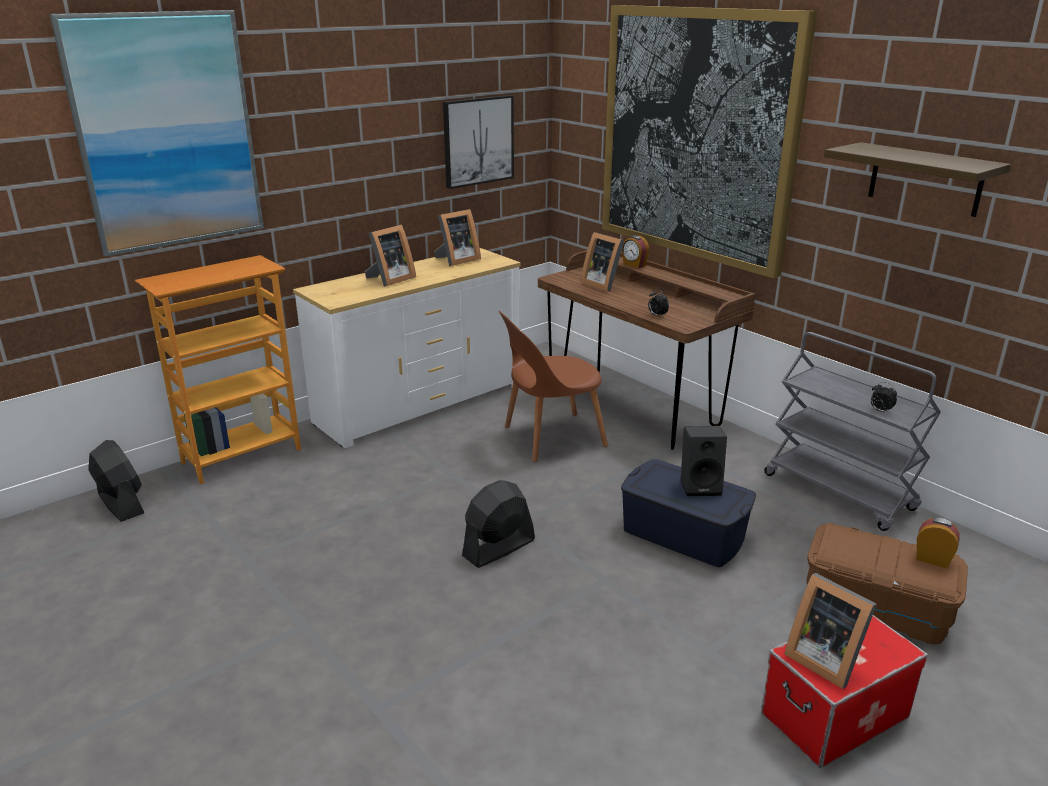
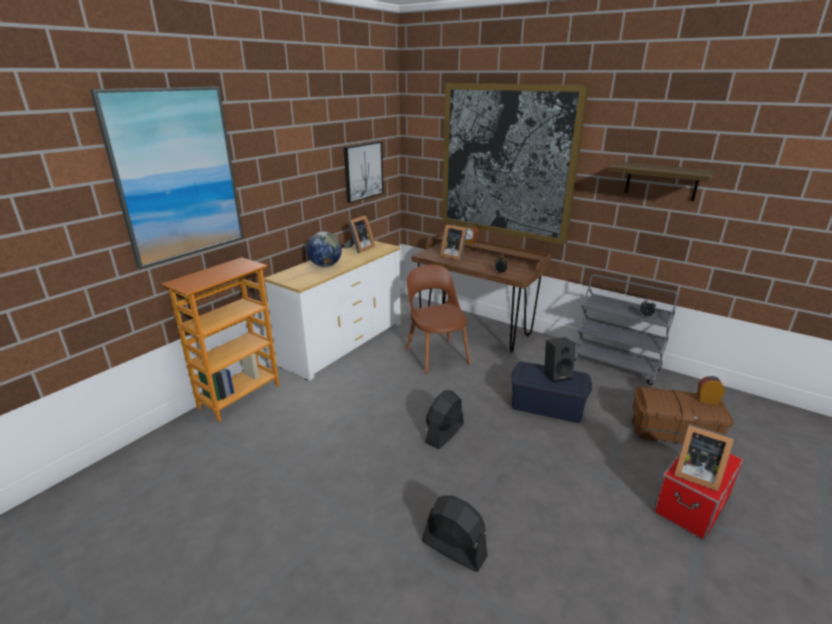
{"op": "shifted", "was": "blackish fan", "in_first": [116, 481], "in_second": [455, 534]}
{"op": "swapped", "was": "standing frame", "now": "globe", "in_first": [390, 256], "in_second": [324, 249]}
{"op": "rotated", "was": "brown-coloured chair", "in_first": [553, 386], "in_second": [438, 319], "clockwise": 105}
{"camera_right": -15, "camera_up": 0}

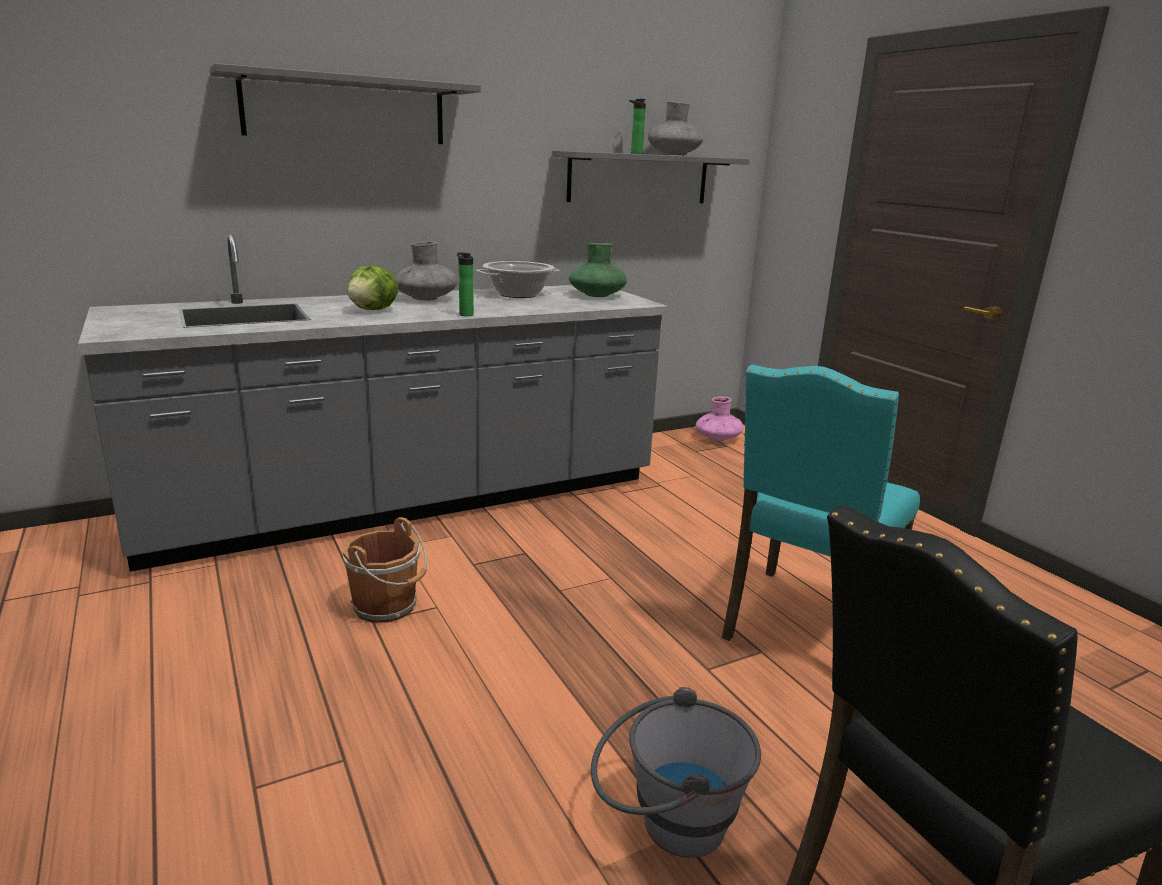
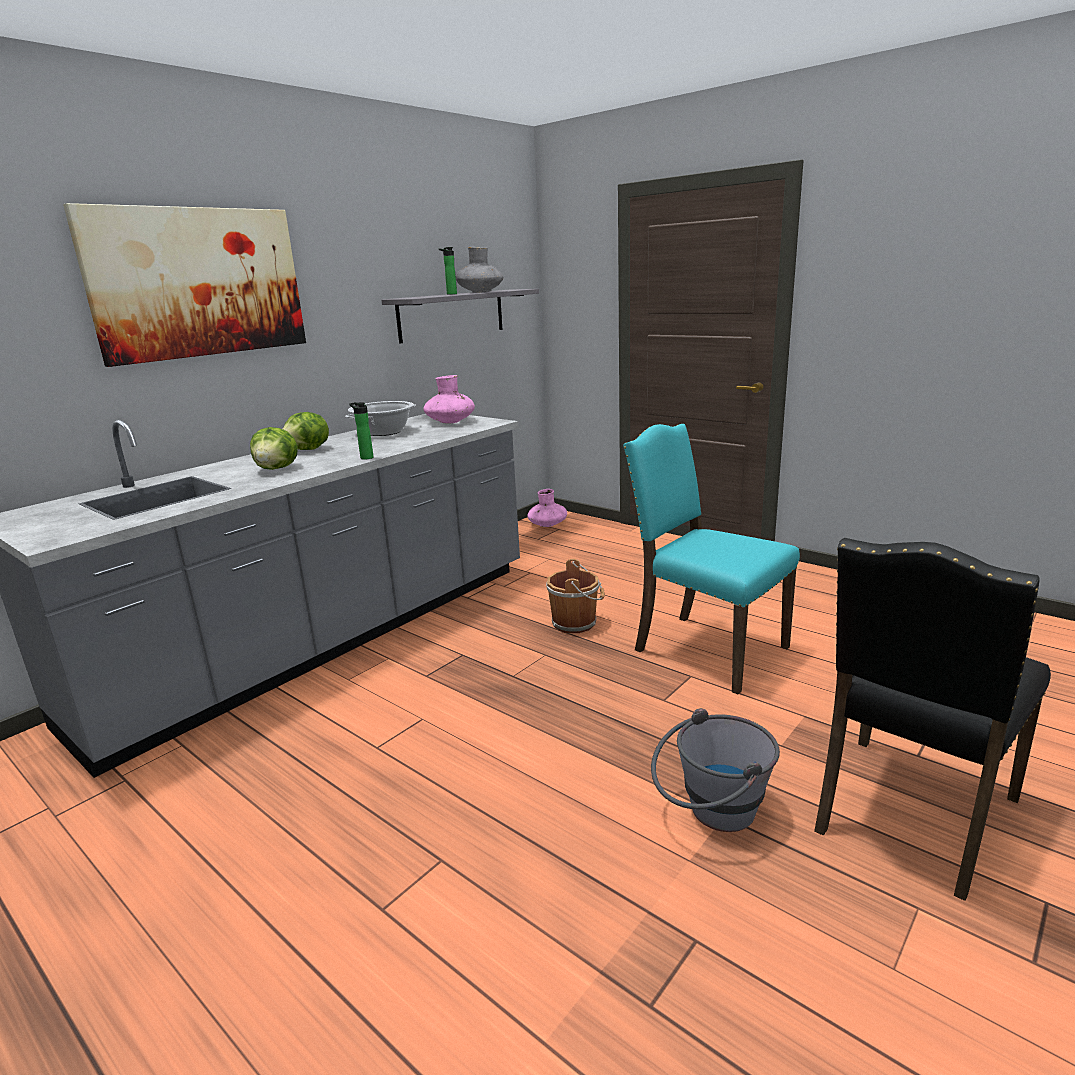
{"op": "swapped", "was": "gray shelf", "now": "wall art", "in_first": [345, 103], "in_second": [184, 285]}
{"op": "shifted", "was": "brown-coloured pail", "in_first": [385, 570], "in_second": [575, 596]}
{"op": "swapped", "was": "gray decorative vase", "now": "lettuce head", "in_first": [426, 270], "in_second": [305, 431]}
{"op": "repainted", "was": "green decorative vase", "now": "pink-coloured decorative vase", "in_first": [598, 270], "in_second": [449, 399]}
{"op": "rotated", "was": "blue-green chair", "in_first": [821, 503], "in_second": [711, 559], "clockwise": 120}
{"camera_right": -20, "camera_up": 0}

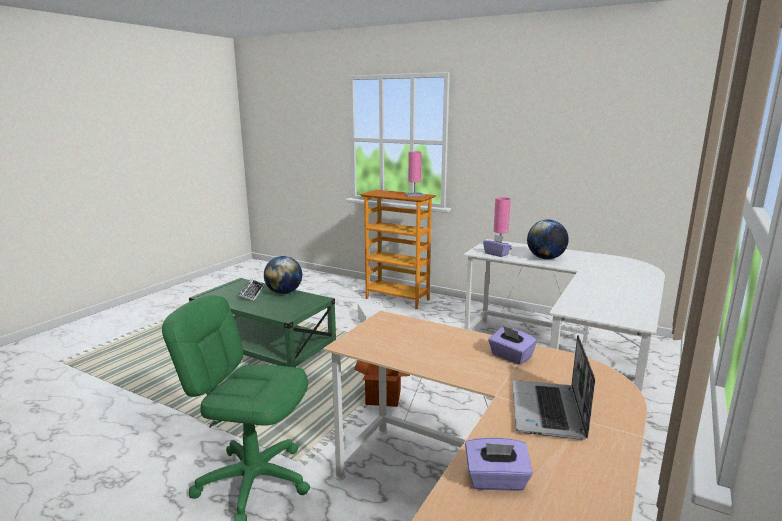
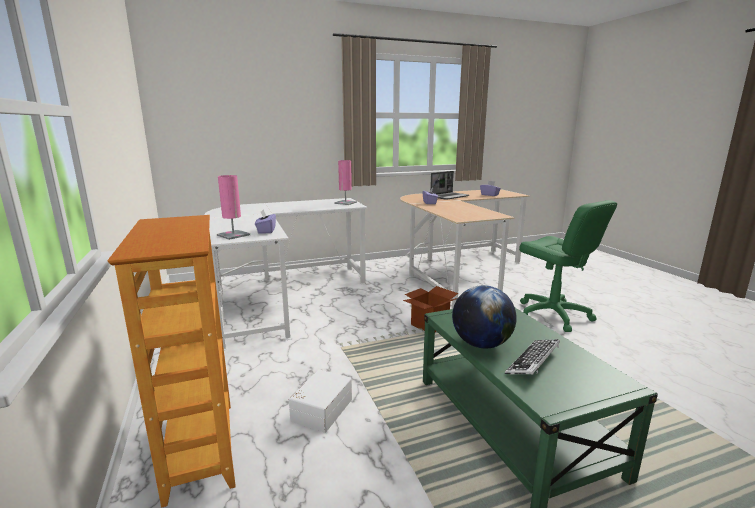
{"op": "shifted", "was": "pink-coloured tabletop lamp", "in_first": [414, 174], "in_second": [345, 182]}
{"op": "gone", "was": "globe", "in_first": [548, 239]}
{"camera_right": -140, "camera_up": 0}

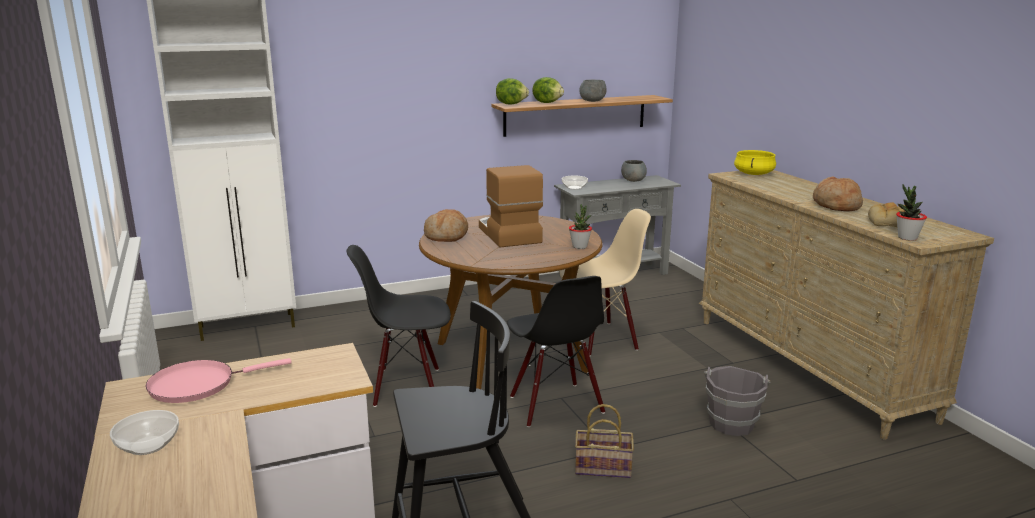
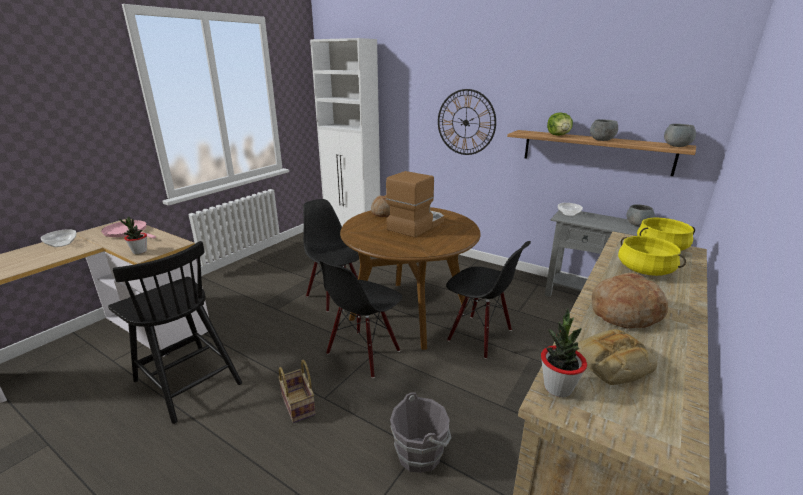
{"op": "gone", "was": "lettuce head", "in_first": [512, 91]}
{"op": "repainted", "was": "sand-coloured chair", "now": "blackish chair", "in_first": [605, 282], "in_second": [488, 300]}
{"op": "shifted", "was": "potted plant", "in_first": [580, 226], "in_second": [133, 235]}
{"op": "new", "now": "clock on the wall", "in_second": [467, 122]}
{"op": "new", "now": "yellowish stockpot", "in_second": [652, 256]}
{"op": "new", "now": "gray bowl", "in_second": [680, 135]}
{"camera_right": 55, "camera_up": 5}

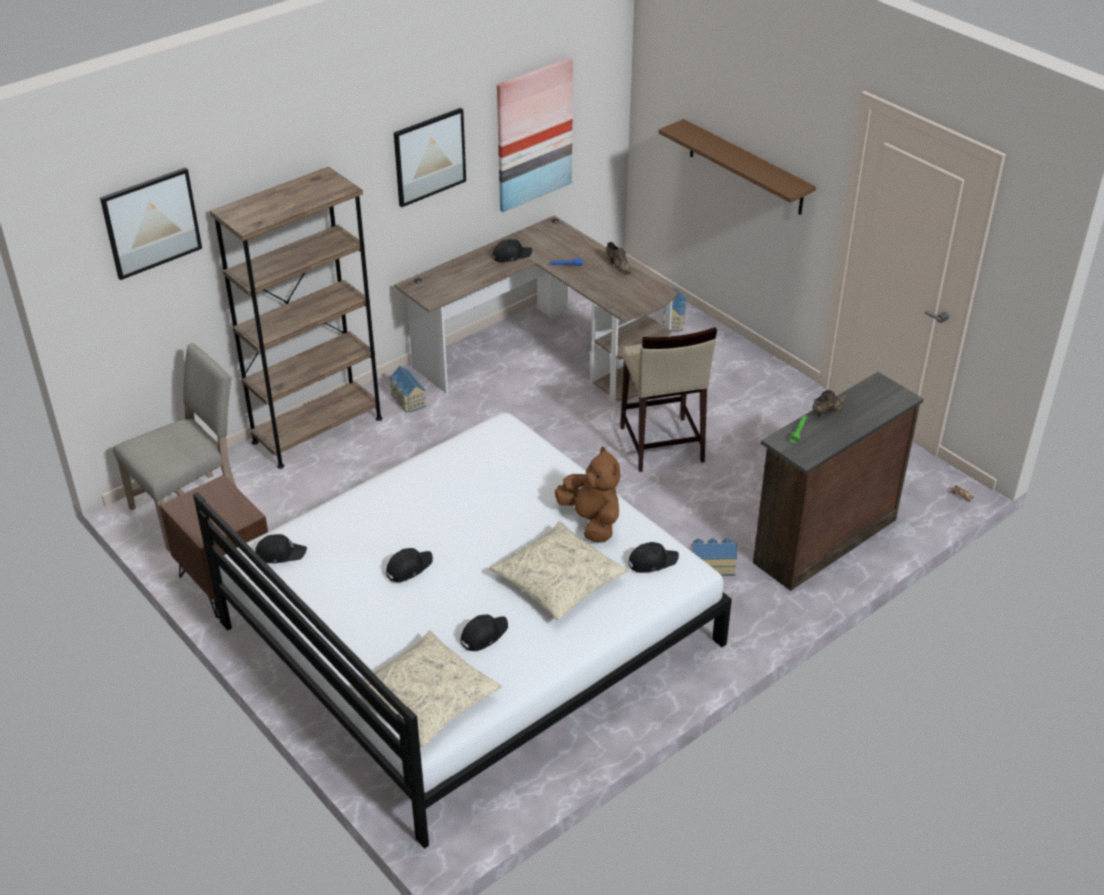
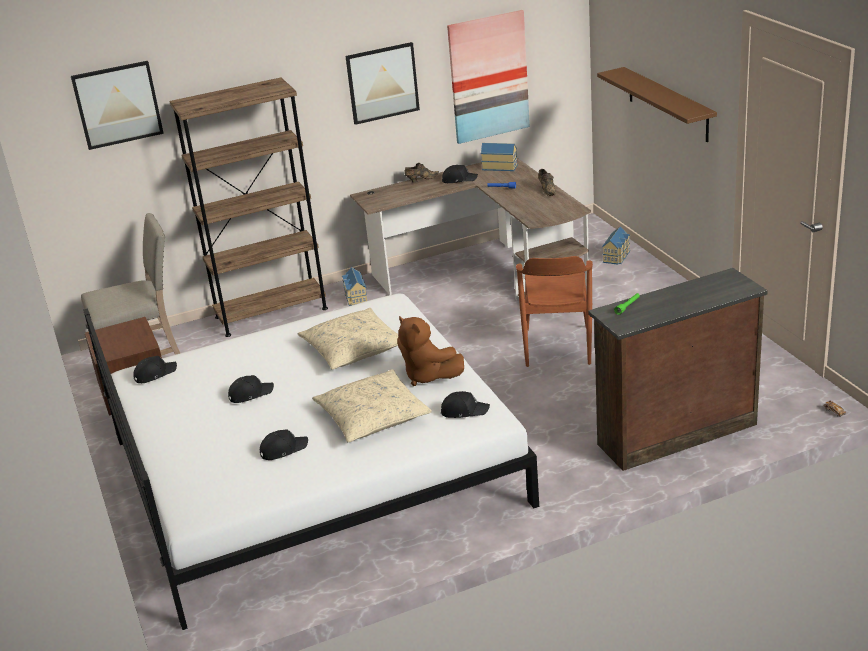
{"op": "rotated", "was": "blackish baseball cap", "in_first": [281, 548], "in_second": [155, 369], "clockwise": -45}
{"op": "shifted", "was": "sand-coloured pillow", "in_first": [426, 689], "in_second": [348, 339]}
{"op": "rotated", "was": "brown-coloured soft toy", "in_first": [587, 495], "in_second": [430, 351], "clockwise": 150}
{"op": "swapped", "was": "sand-coloured stool", "now": "brown-coloured chair", "in_first": [668, 399], "in_second": [554, 311]}
{"op": "shifted", "was": "miniature house", "in_first": [714, 557], "in_second": [499, 157]}
{"op": "shifted", "was": "brown-coloured low shoe", "in_first": [829, 403], "in_second": [421, 173]}
{"camera_right": 20, "camera_up": -10}

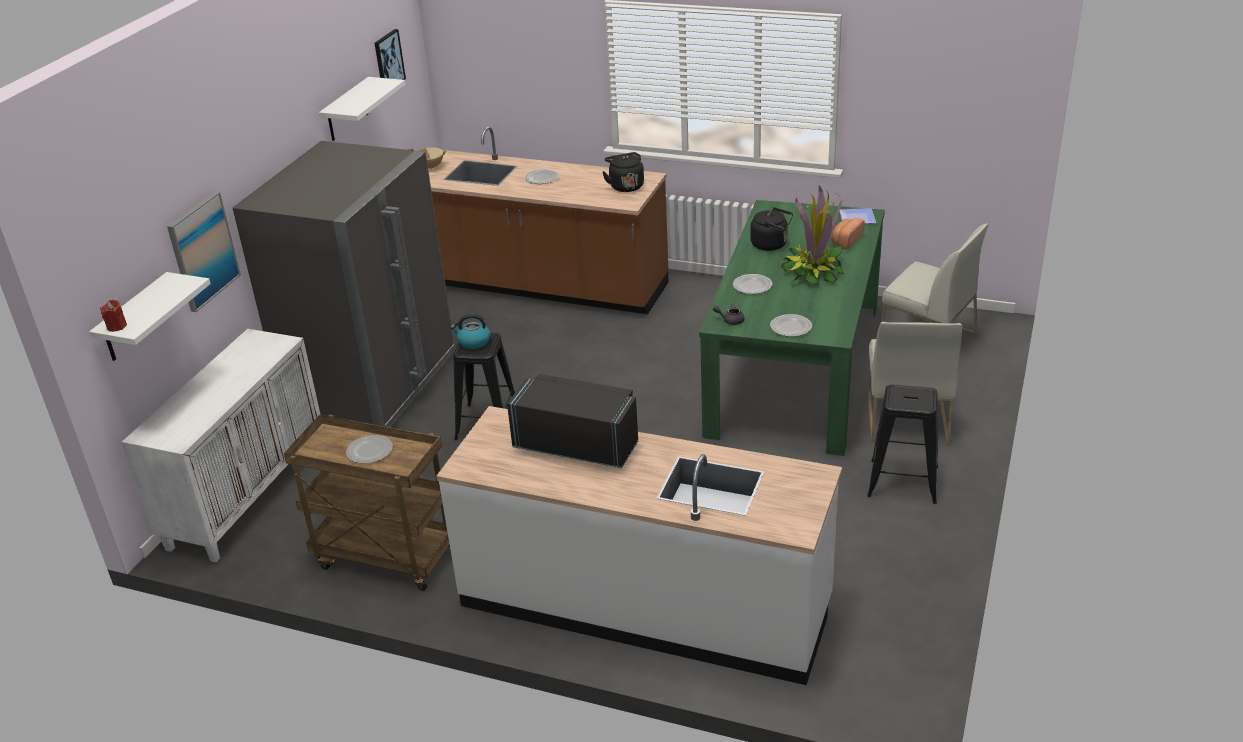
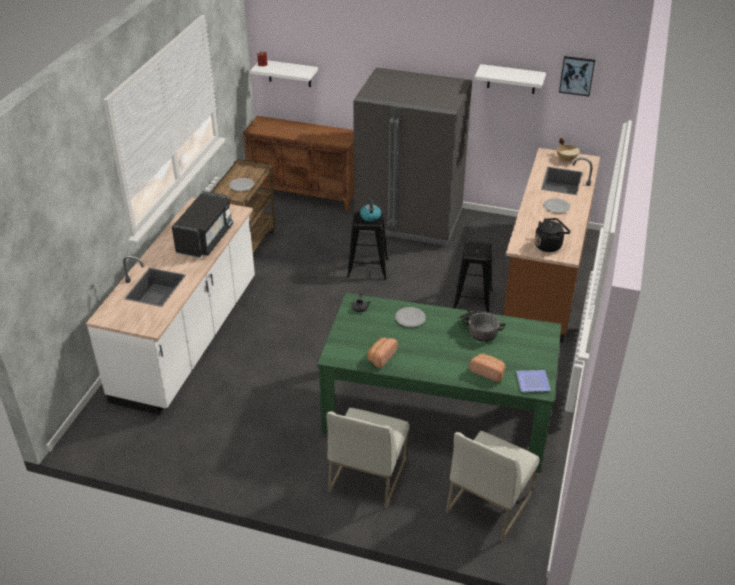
{"op": "repainted", "was": "whitish cabinet", "now": "brown-coloured cabinet", "in_first": [221, 445], "in_second": [298, 163]}
{"op": "gone", "was": "wall art", "in_first": [204, 252]}
{"op": "swapped", "was": "blackish kettle", "now": "stockpot", "in_first": [771, 229], "in_second": [481, 325]}
{"op": "gone", "was": "dinner plate", "in_first": [791, 325]}
{"op": "gone", "was": "potted plant", "in_first": [812, 235]}
{"op": "shifted", "was": "blackish stool", "in_first": [902, 444], "in_second": [473, 276]}
{"op": "rotated", "was": "whitish chair", "in_first": [915, 383], "in_second": [367, 457], "clockwise": -75}
{"op": "new", "now": "bread", "in_second": [382, 353]}
{"camera_right": 85, "camera_up": 5}

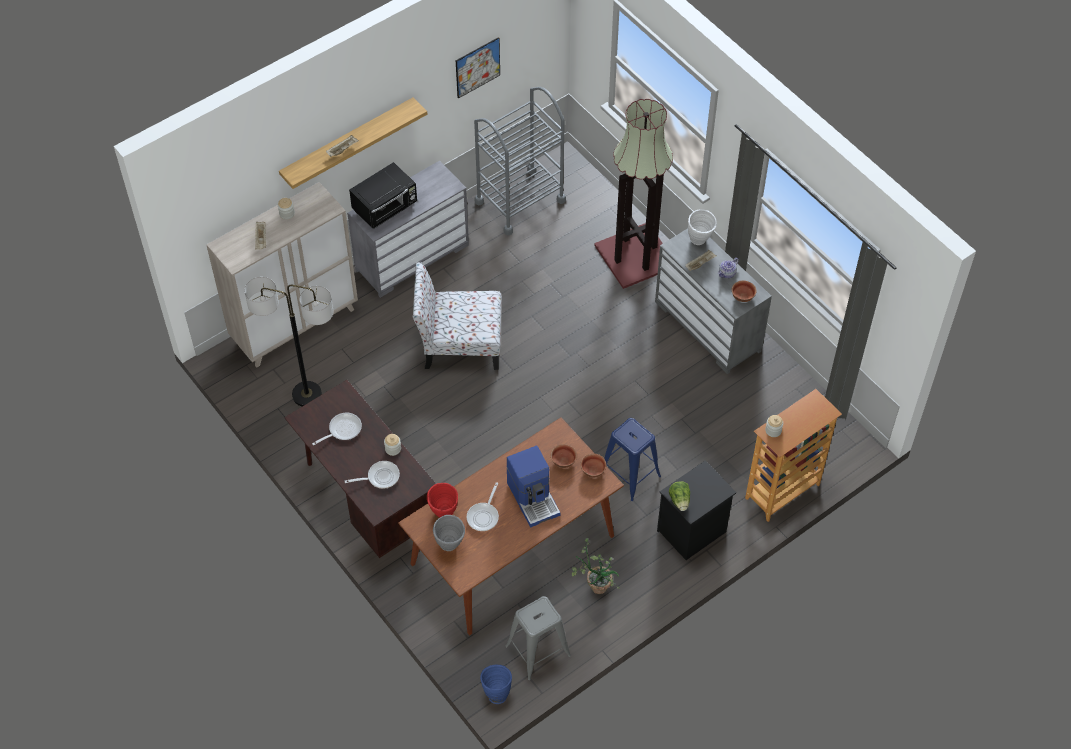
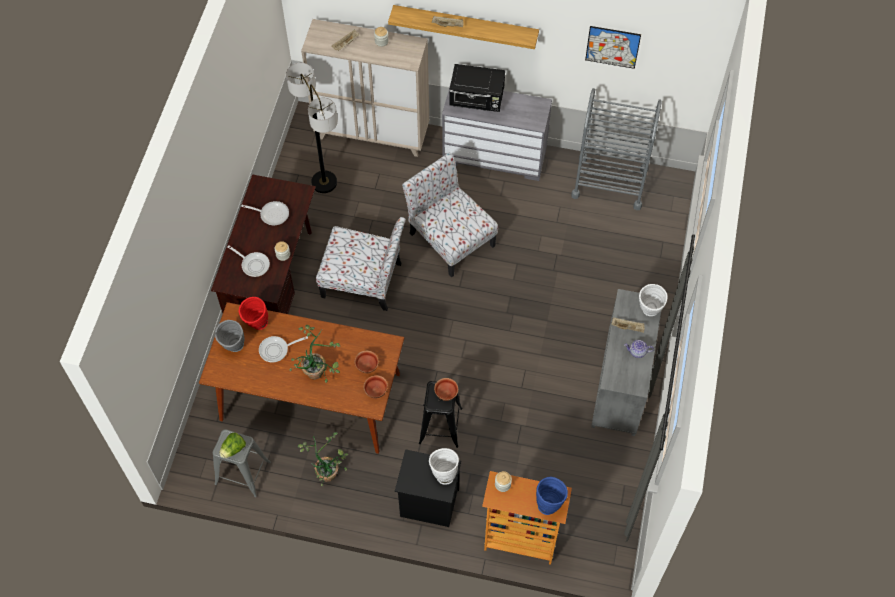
{"op": "shifted", "was": "bluish decorative vase", "in_first": [496, 684], "in_second": [552, 496]}
{"op": "swapped", "was": "coffee brewer", "now": "potted plant", "in_first": [533, 487], "in_second": [314, 354]}
{"op": "gone", "was": "standard lamp", "in_first": [633, 194]}
{"op": "repainted", "was": "bluish stool", "now": "blackish stool", "in_first": [632, 459], "in_second": [440, 414]}
{"op": "shifted", "was": "lettuce head", "in_first": [679, 496], "in_second": [232, 445]}
{"op": "shifted", "was": "bowl", "in_first": [744, 291], "in_second": [446, 389]}
{"op": "new", "now": "chair", "in_second": [361, 264]}
{"op": "new", "now": "whitish decorative vase", "in_second": [444, 466]}
{"camera_right": 50, "camera_up": 5}

